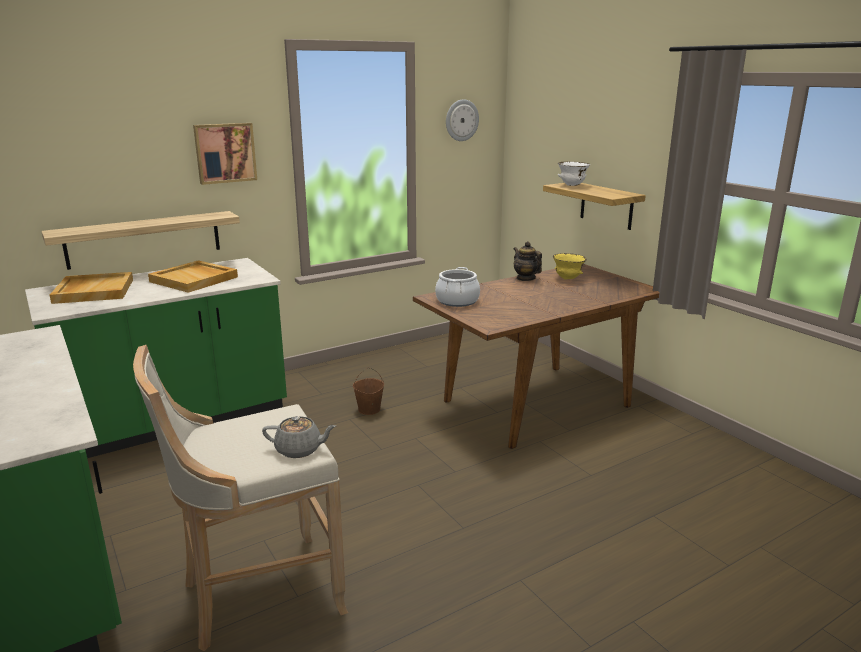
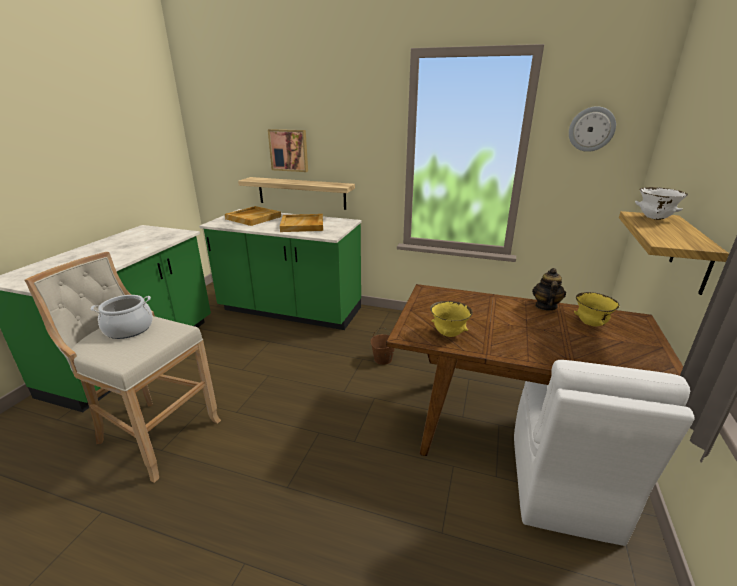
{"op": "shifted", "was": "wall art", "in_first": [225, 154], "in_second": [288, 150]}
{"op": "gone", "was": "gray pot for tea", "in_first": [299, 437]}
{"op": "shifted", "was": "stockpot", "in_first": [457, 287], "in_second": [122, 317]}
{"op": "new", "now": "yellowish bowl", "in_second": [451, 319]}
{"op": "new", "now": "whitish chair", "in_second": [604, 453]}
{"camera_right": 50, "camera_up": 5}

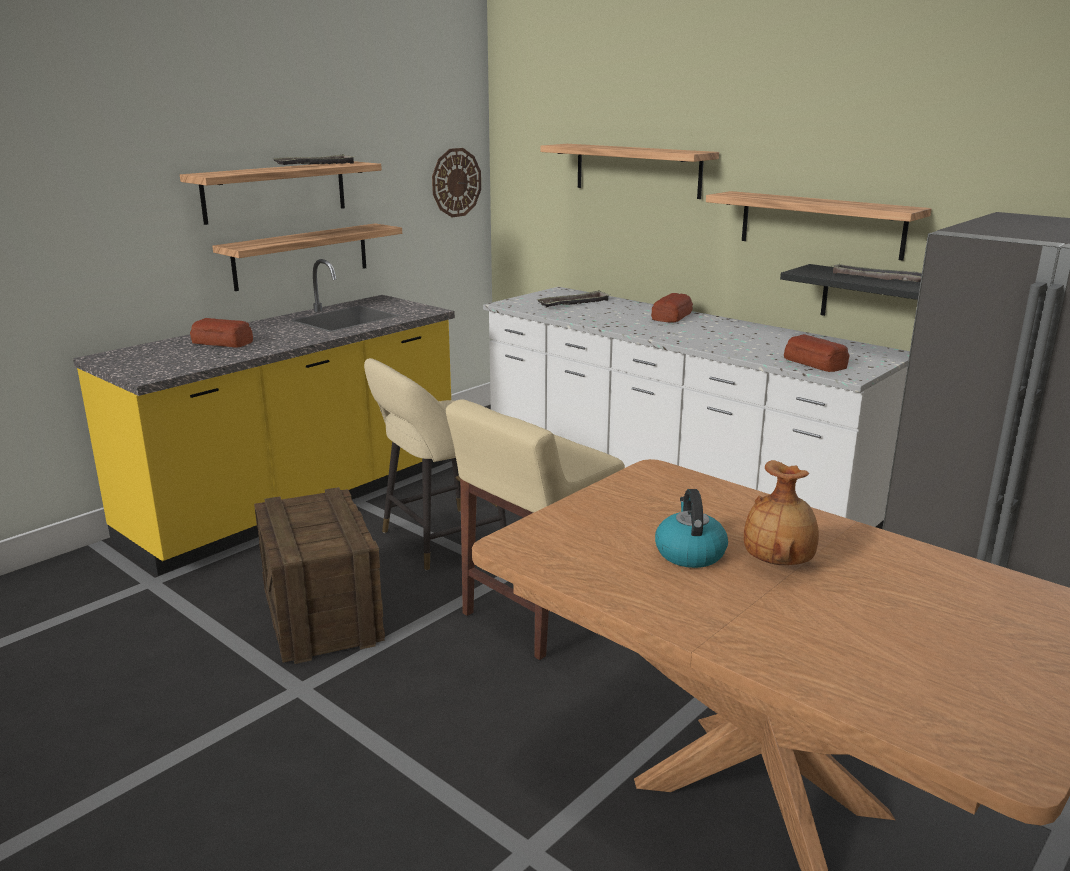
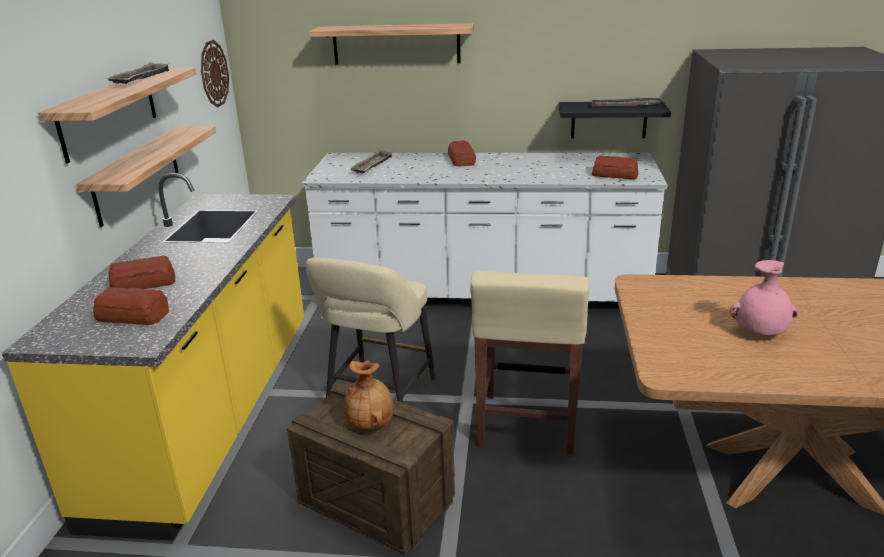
{"op": "swapped", "was": "kettle", "now": "pink-coloured decorative vase", "in_first": [691, 528], "in_second": [764, 298]}
{"op": "gone", "was": "shelf", "in_first": [819, 226]}
{"op": "shifted", "was": "brown-coloured decorative vase", "in_first": [781, 512], "in_second": [369, 395]}
{"op": "new", "now": "bread", "in_second": [131, 306]}
{"camera_right": -35, "camera_up": 5}

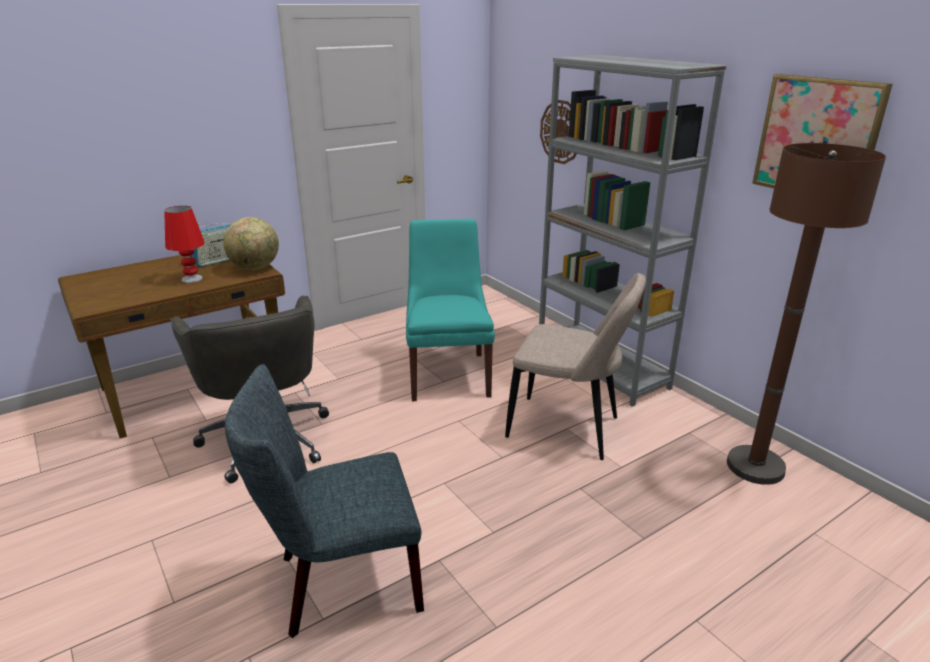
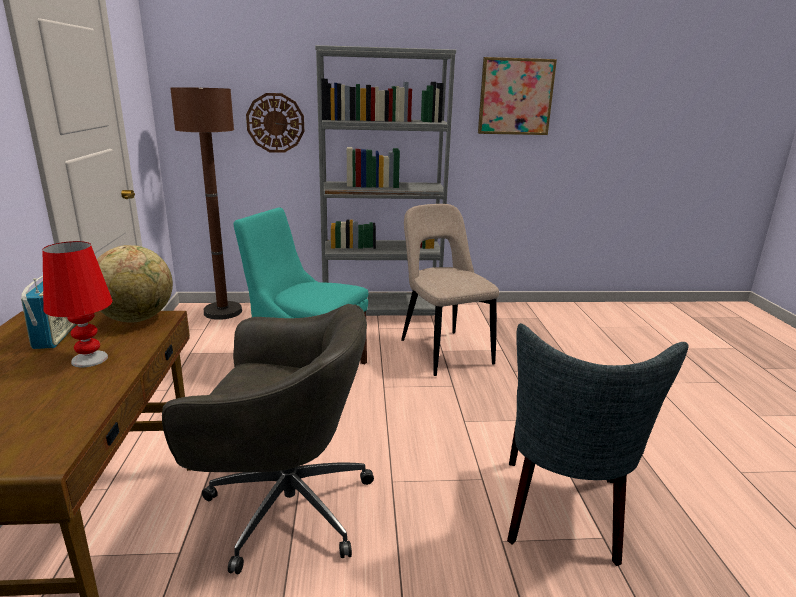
{"op": "rotated", "was": "sand-coloured chair", "in_first": [575, 366], "in_second": [450, 290], "clockwise": -75}
{"op": "shifted", "was": "brown-coloured standard lamp", "in_first": [806, 314], "in_second": [206, 203]}
{"camera_right": -60, "camera_up": -5}

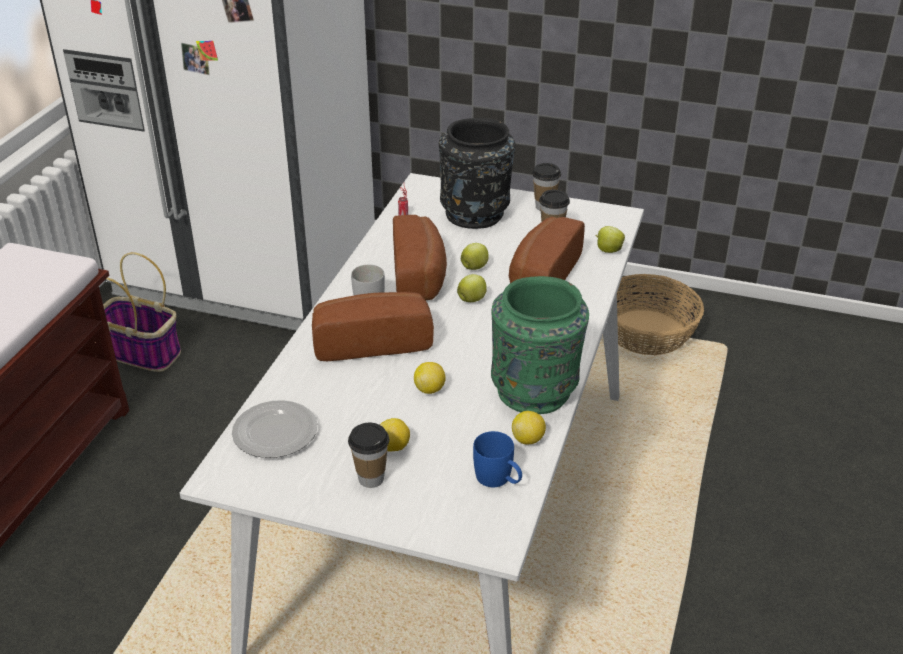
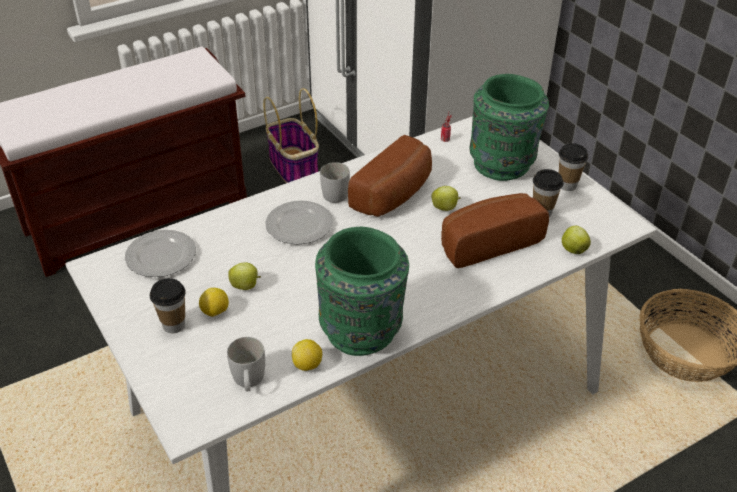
{"op": "swapped", "was": "bread", "now": "dinner plate", "in_first": [373, 326], "in_second": [299, 222]}
{"op": "gone", "was": "citrus fruit", "in_first": [430, 378]}
{"op": "repainted", "was": "blackish decorative vase", "now": "green decorative vase", "in_first": [477, 173], "in_second": [509, 127]}
{"op": "shifted", "was": "apple fruit", "in_first": [472, 288], "in_second": [244, 276]}
{"op": "repainted", "was": "bluish coffee mug", "now": "whitish coffee mug", "in_first": [497, 459], "in_second": [246, 364]}
{"camera_right": 40, "camera_up": 5}

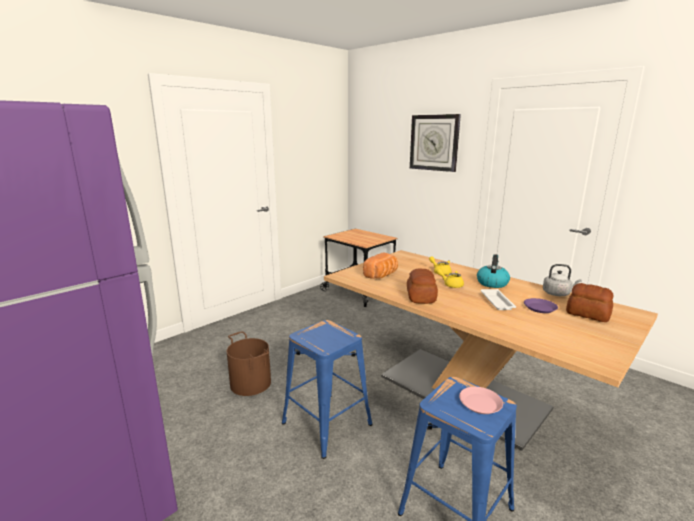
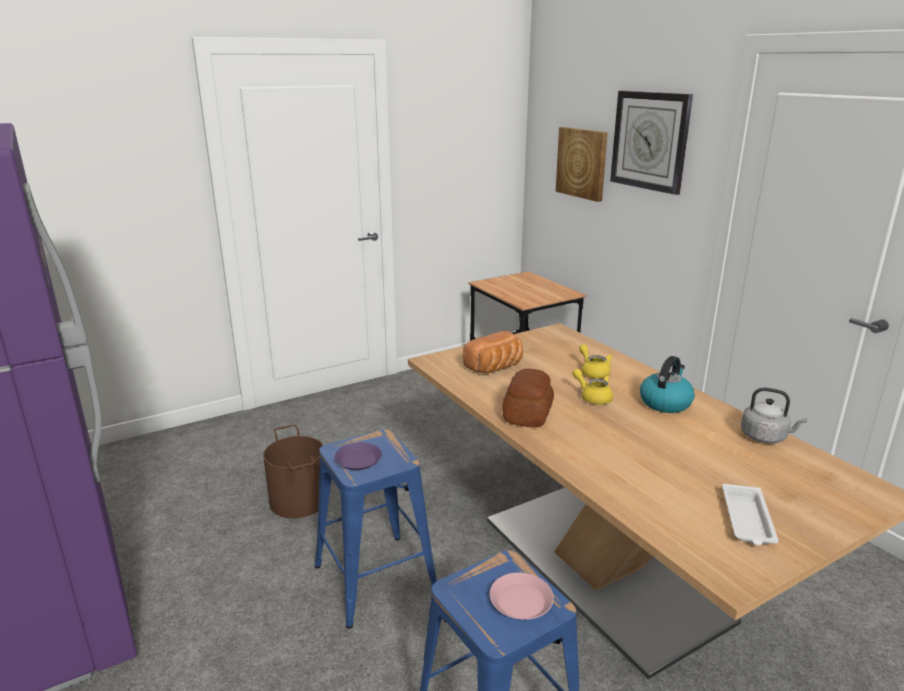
{"op": "shifted", "was": "whitish tray", "in_first": [498, 299], "in_second": [750, 515]}
{"op": "shifted", "was": "purple dinner plate", "in_first": [541, 305], "in_second": [358, 456]}
{"op": "gone", "was": "bread", "in_first": [589, 302]}
{"op": "new", "now": "wall art", "in_second": [582, 164]}
{"camera_right": 15, "camera_up": 5}

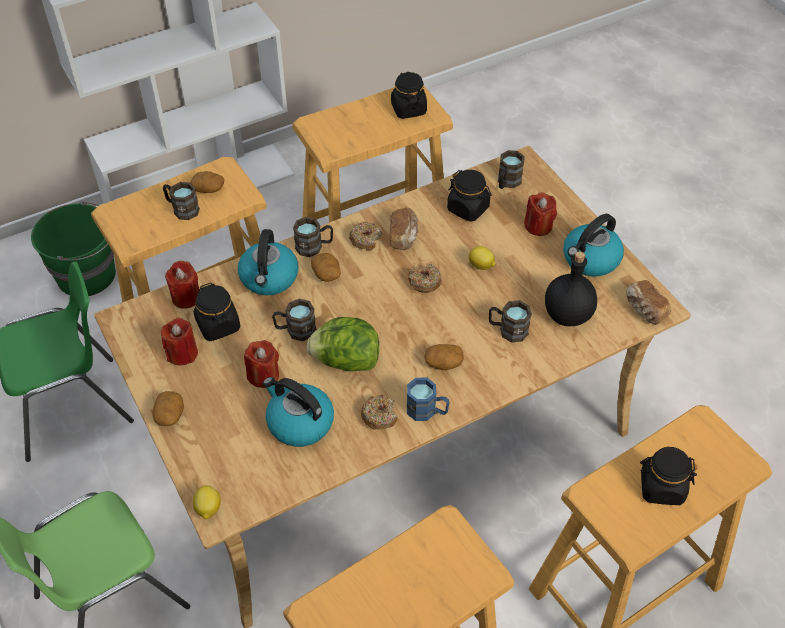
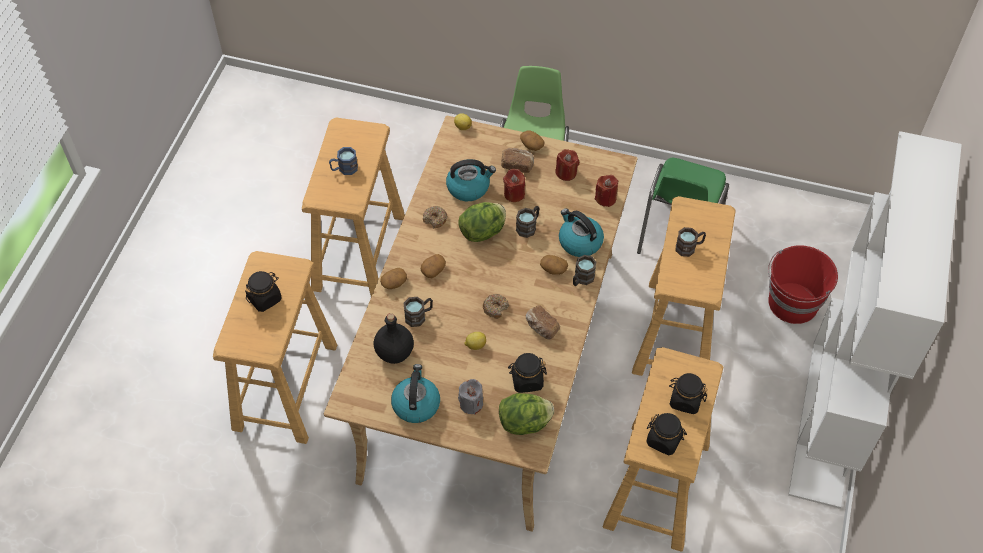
{"op": "repainted", "was": "green pail", "now": "red pail", "in_first": [73, 249], "in_second": [803, 284]}
{"op": "shifted", "was": "whole potato", "in_first": [207, 182], "in_second": [393, 278]}
{"op": "shifted", "was": "blackish storage jar", "in_first": [217, 312], "in_second": [688, 393]}
{"op": "gone", "was": "doughnut", "in_first": [365, 236]}
{"op": "shifted", "was": "bluish coffee mug", "in_first": [428, 399], "in_second": [343, 161]}
{"op": "swapped", "was": "brown-coloured coffee mug", "now": "lettuce head", "in_first": [511, 169], "in_second": [526, 414]}
{"op": "repainted", "was": "red candle", "now": "gray candle", "in_first": [540, 214], "in_second": [470, 397]}
{"op": "shifted", "was": "bread", "in_first": [648, 302], "in_second": [517, 160]}
{"camera_right": 135, "camera_up": 5}

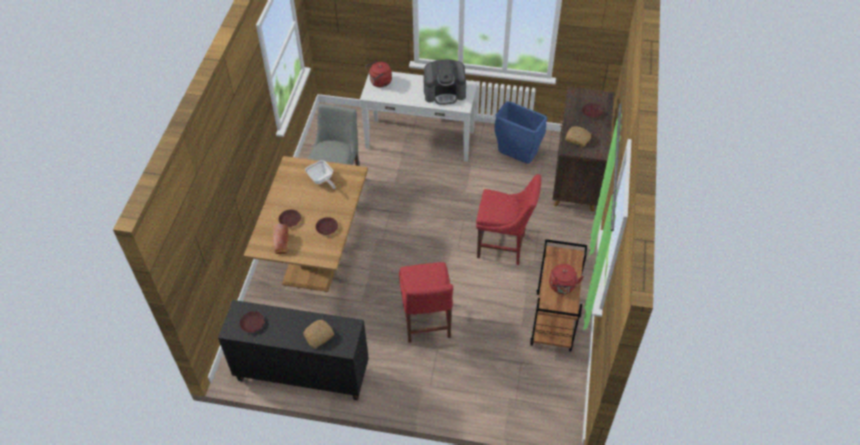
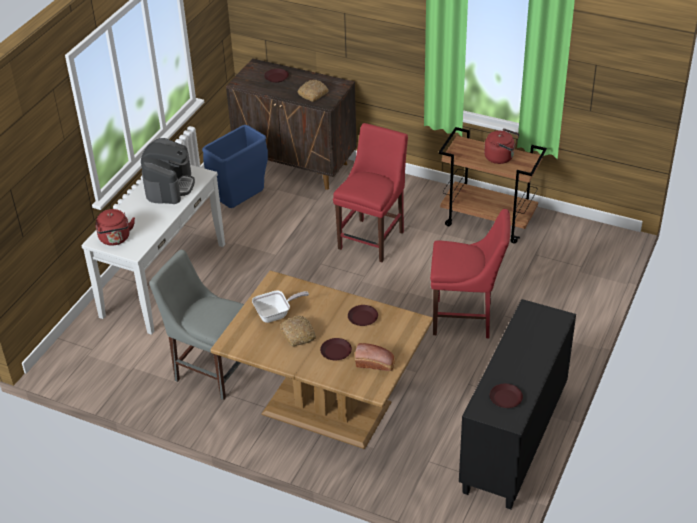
{"op": "shifted", "was": "bread", "in_first": [318, 334], "in_second": [298, 331]}
{"camera_right": -75, "camera_up": -10}

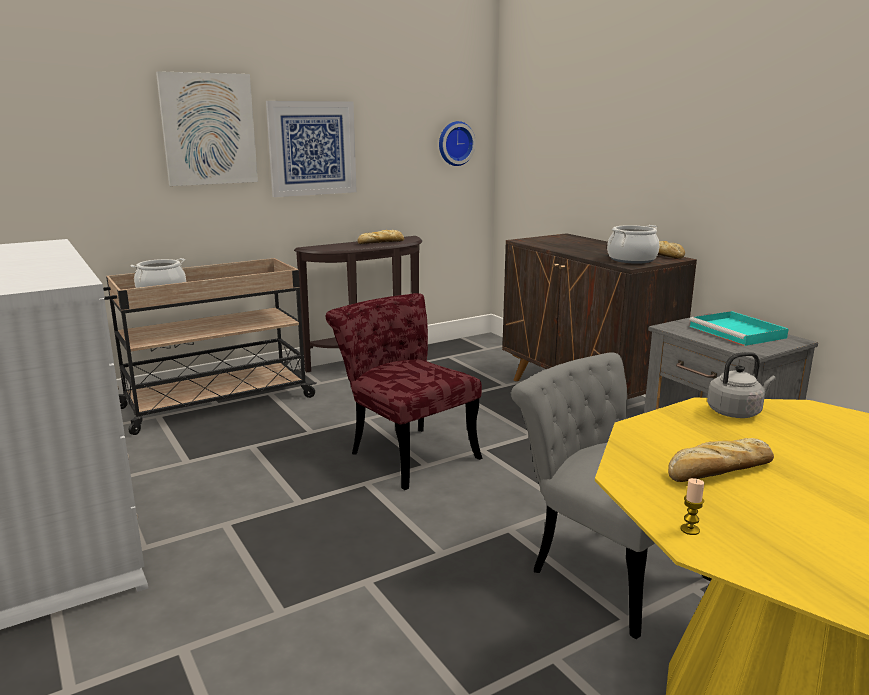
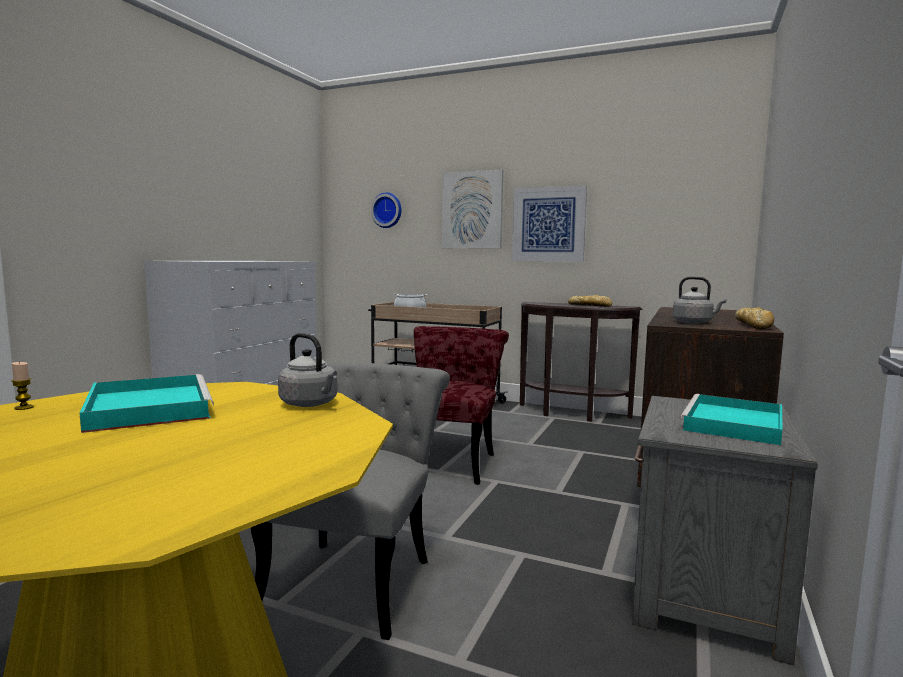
{"op": "shifted", "was": "clock on the wall", "in_first": [457, 143], "in_second": [386, 210]}
{"op": "swapped", "was": "stockpot", "now": "gray kettle", "in_first": [633, 244], "in_second": [699, 300]}
{"op": "swapped", "was": "bread", "now": "blue-green tray", "in_first": [721, 460], "in_second": [147, 403]}
{"camera_right": 55, "camera_up": -10}

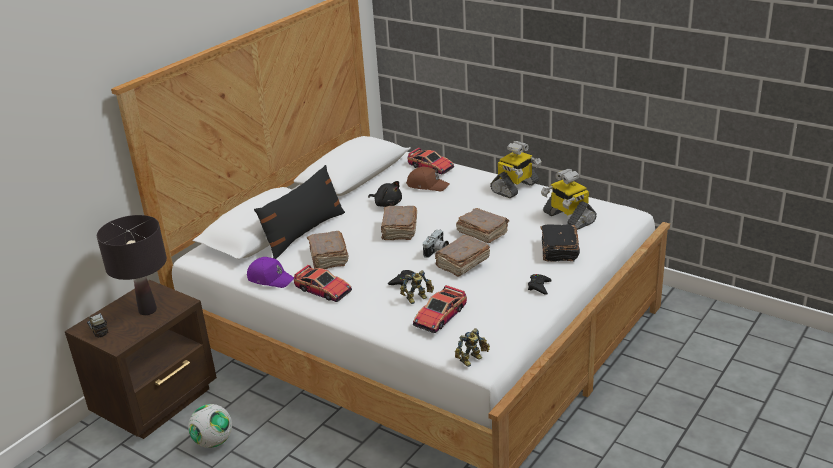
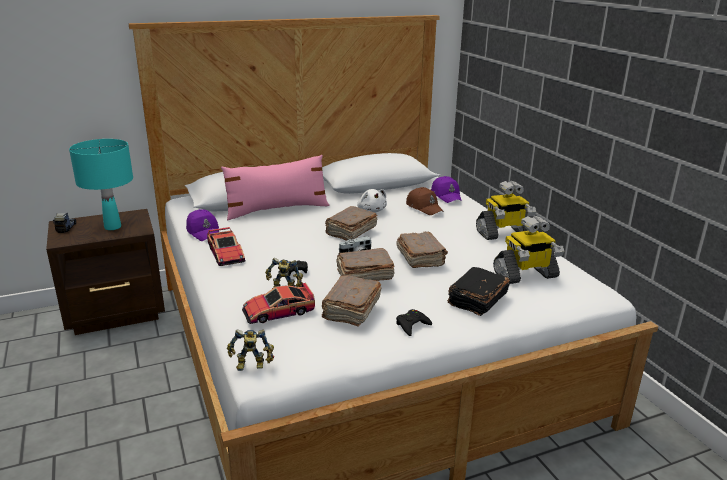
{"op": "repainted", "was": "blackish tabletop lamp", "now": "blue-green tabletop lamp", "in_first": [132, 265], "in_second": [101, 184]}
{"op": "gone", "was": "ball for football", "in_first": [210, 426]}
{"op": "repainted", "was": "blackish pillow", "now": "pink-coloured pillow", "in_first": [299, 212], "in_second": [275, 187]}
{"op": "shifted", "was": "brown-coloured volume", "in_first": [328, 250], "in_second": [351, 300]}
{"op": "repainted", "was": "blackish soft toy", "now": "whitish soft toy", "in_first": [385, 194], "in_second": [372, 201]}
{"op": "swapped", "was": "miniature car", "now": "purple baseball cap", "in_first": [430, 160], "in_second": [446, 189]}
{"op": "rotated", "was": "robot figure", "in_first": [569, 199], "in_second": [528, 249], "clockwise": -105}
{"camera_right": 30, "camera_up": -5}

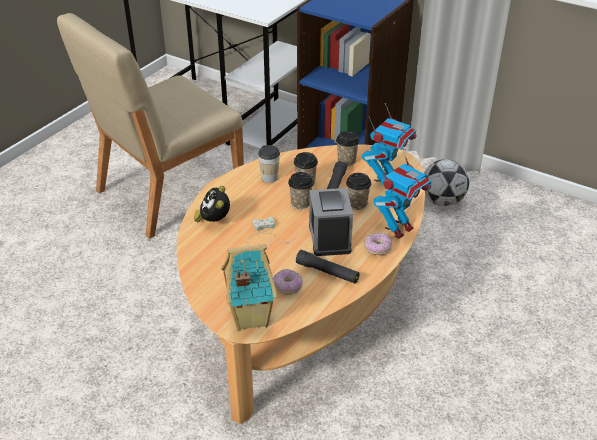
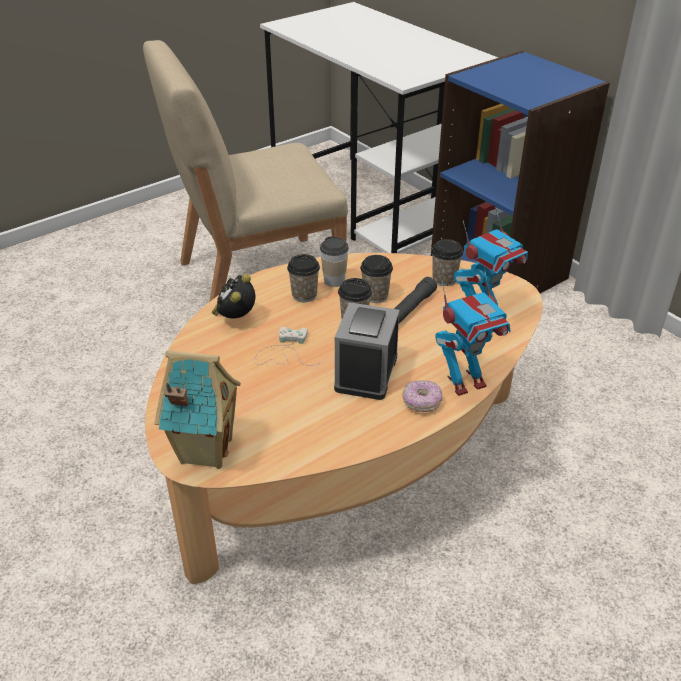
{"op": "gone", "was": "doughnut", "in_first": [288, 282]}
{"op": "gone", "was": "blackish hand torch", "in_first": [328, 266]}
{"op": "shifted", "was": "cup", "in_first": [358, 191], "in_second": [303, 278]}
{"op": "gone", "was": "ball for football", "in_first": [446, 182]}
{"camera_right": 20, "camera_up": 0}

